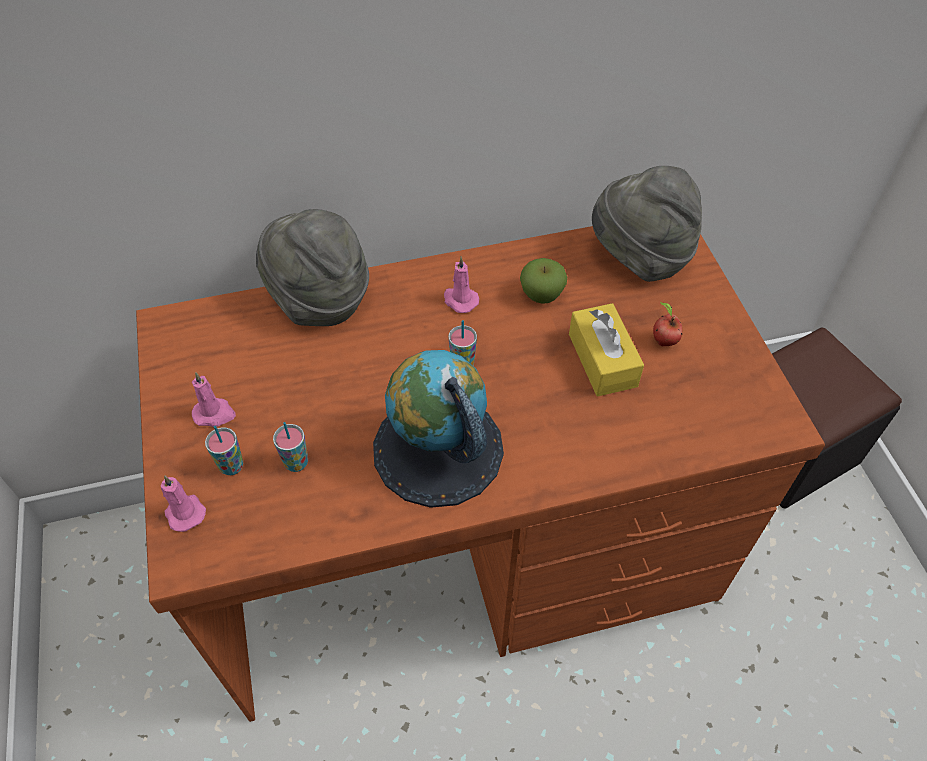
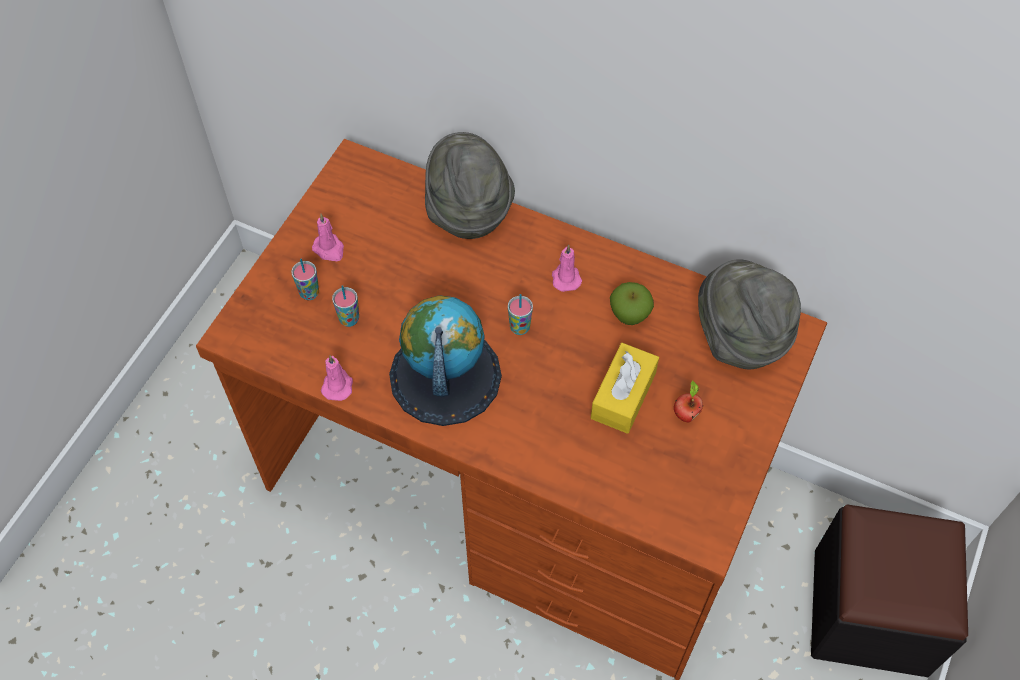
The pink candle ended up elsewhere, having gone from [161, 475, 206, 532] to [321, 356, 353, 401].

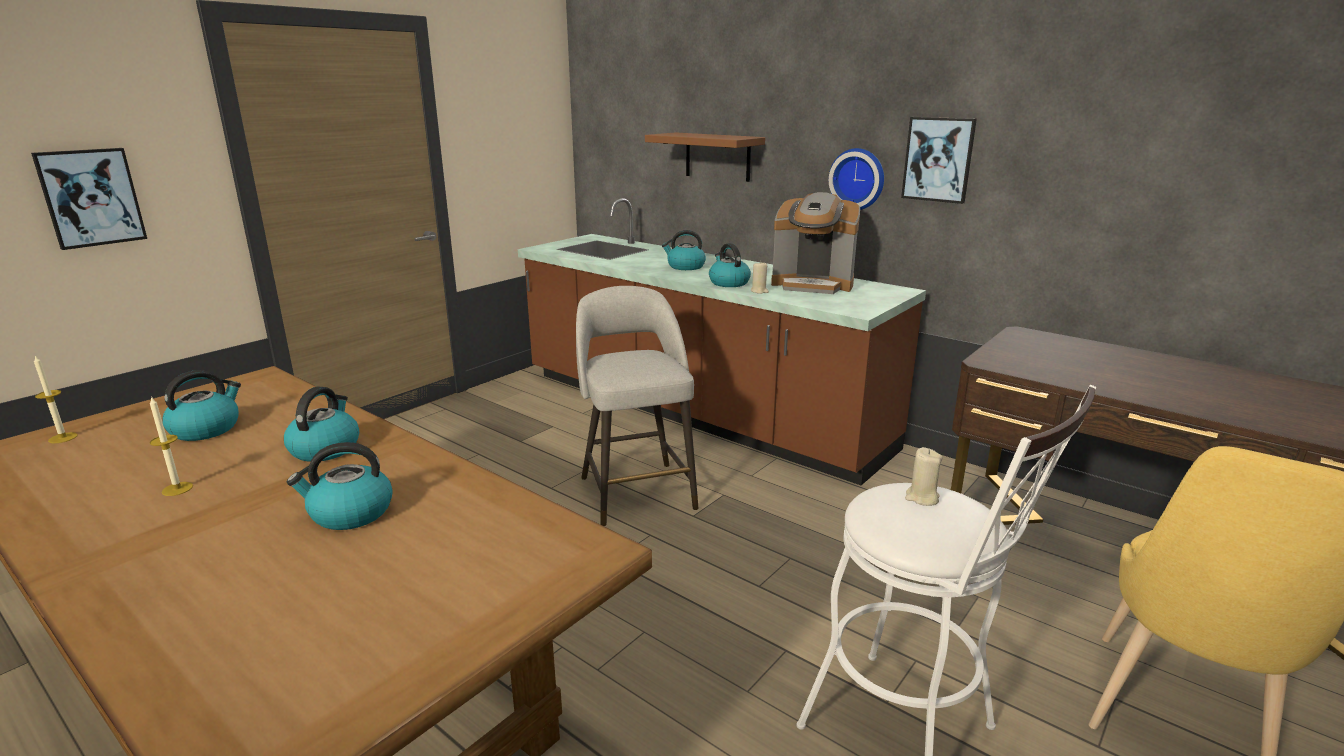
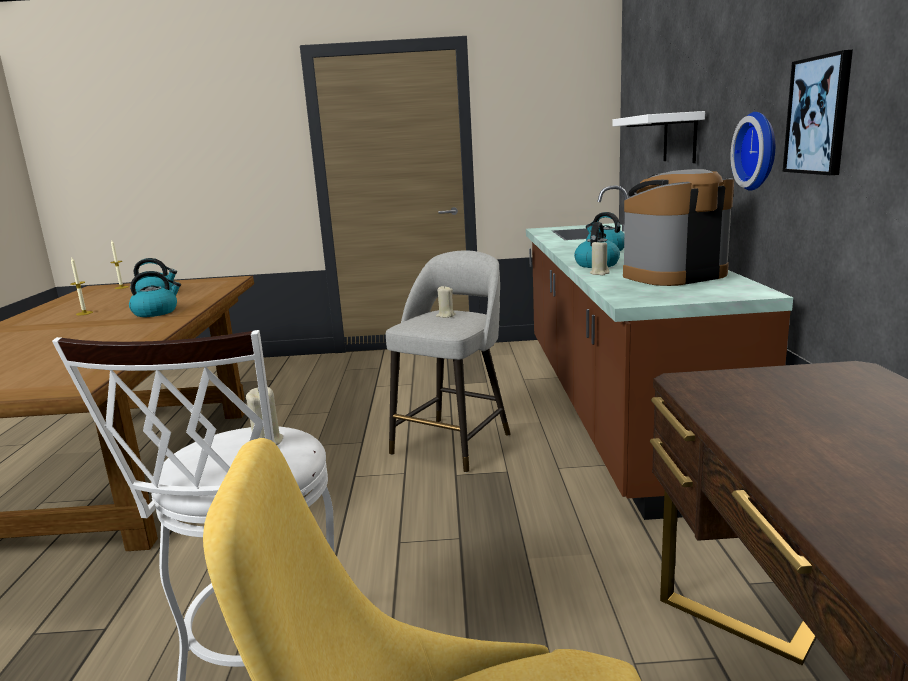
The second view gained the beige candle at [436, 286, 456, 318]. What was the brown shelf at [645, 132, 765, 182] turned into the white shelf at [612, 111, 705, 163]. The coffee machine at [771, 192, 860, 294] ended up facing another way, 90 degrees clockwise from before. The second view lost the picture at [31, 148, 147, 250]. The second view lost the kettle at [287, 442, 393, 530].

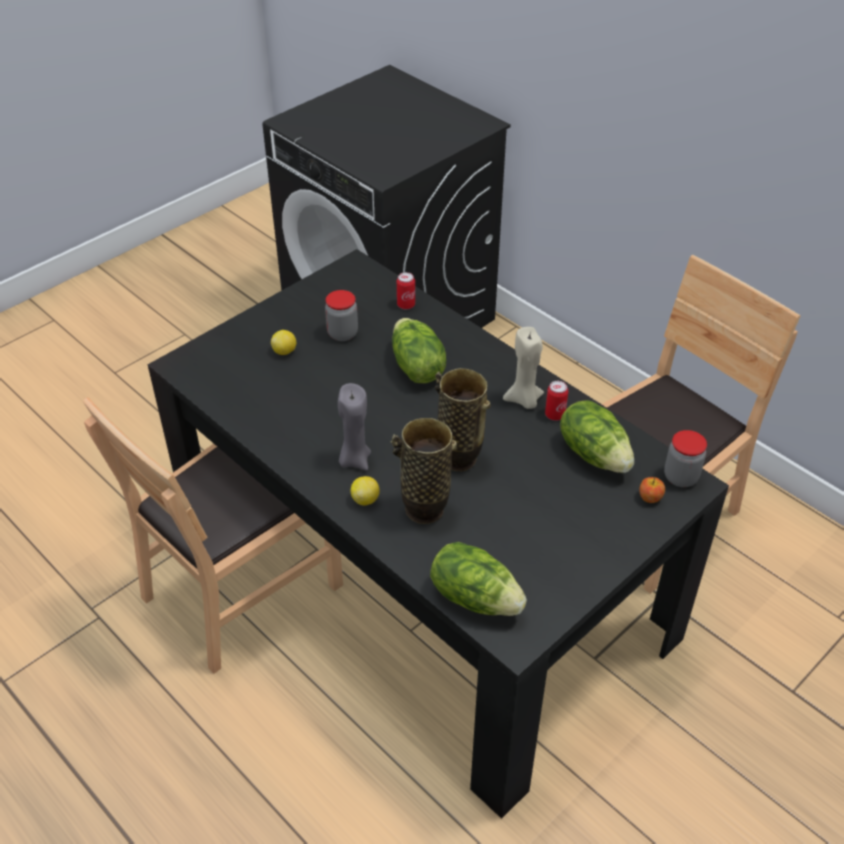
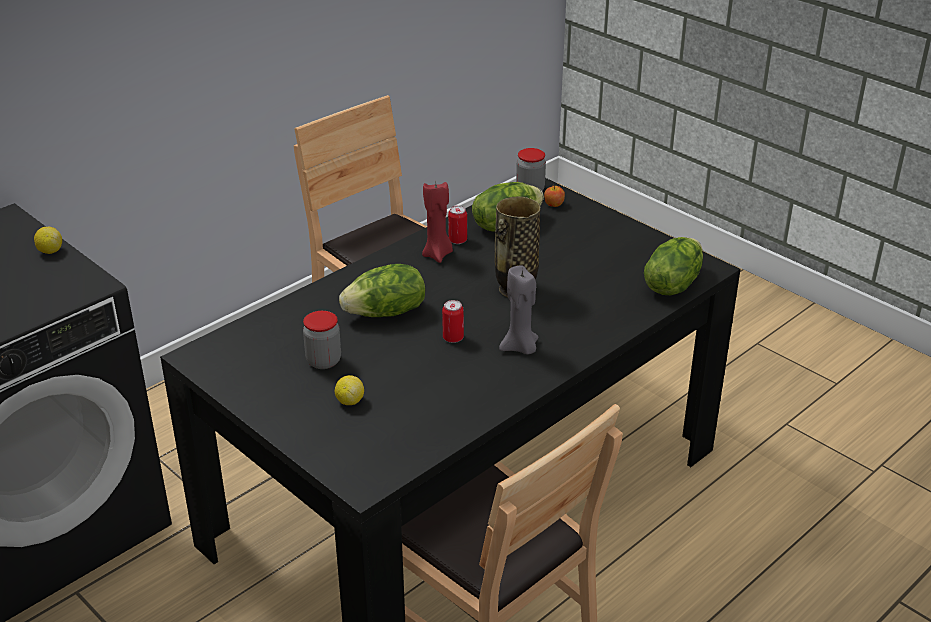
The lemon ended up elsewhere, having gone from [351, 476, 380, 505] to [34, 227, 62, 254]. What was the beige candle at [503, 327, 544, 409] turned into the red candle at [422, 182, 453, 263]. The can ended up elsewhere, having gone from [397, 272, 415, 309] to [442, 300, 464, 343]. The second view lost the vase at [391, 418, 457, 524].

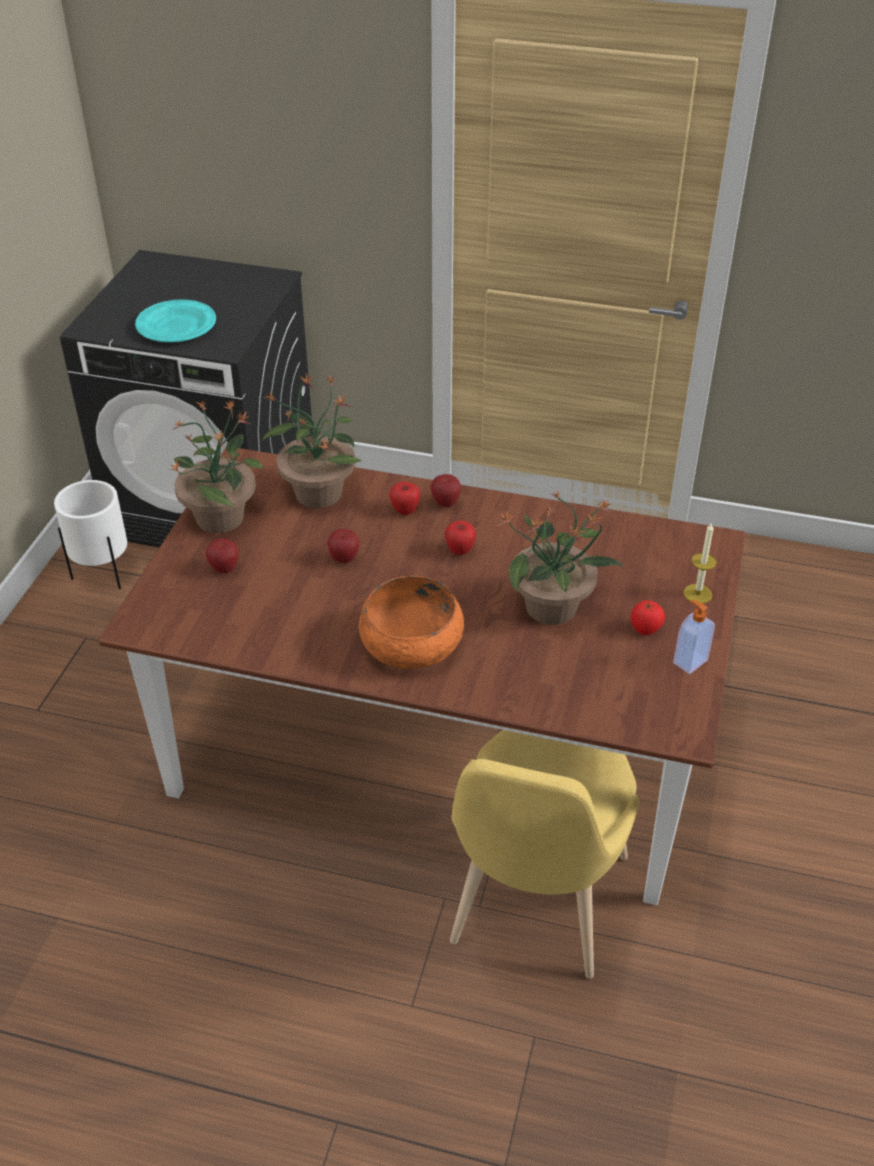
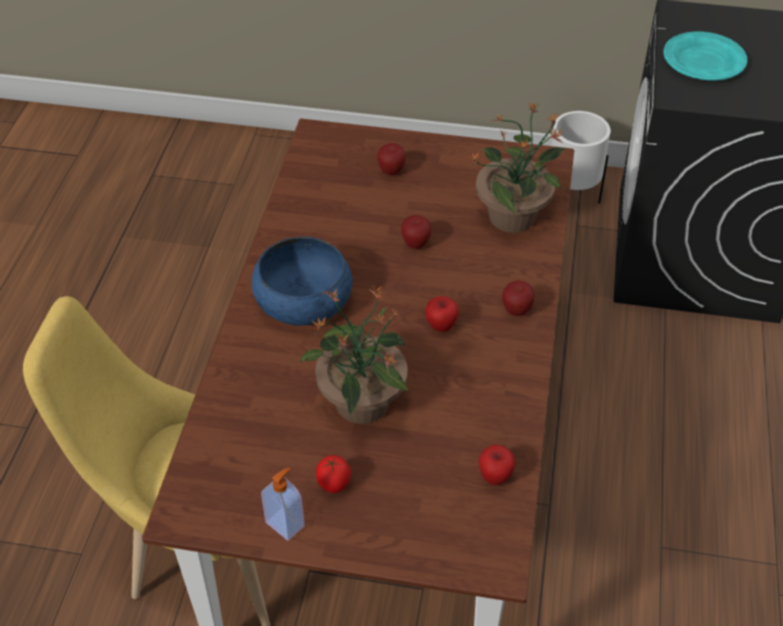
What was the orange bowl at [359, 576, 464, 669] turned into the blue bowl at [252, 237, 352, 326]. The apple ended up elsewhere, having gone from [389, 482, 420, 515] to [479, 445, 516, 485]. The second view lost the potted plant at [170, 400, 265, 533]. The second view lost the candle at [684, 522, 717, 604].

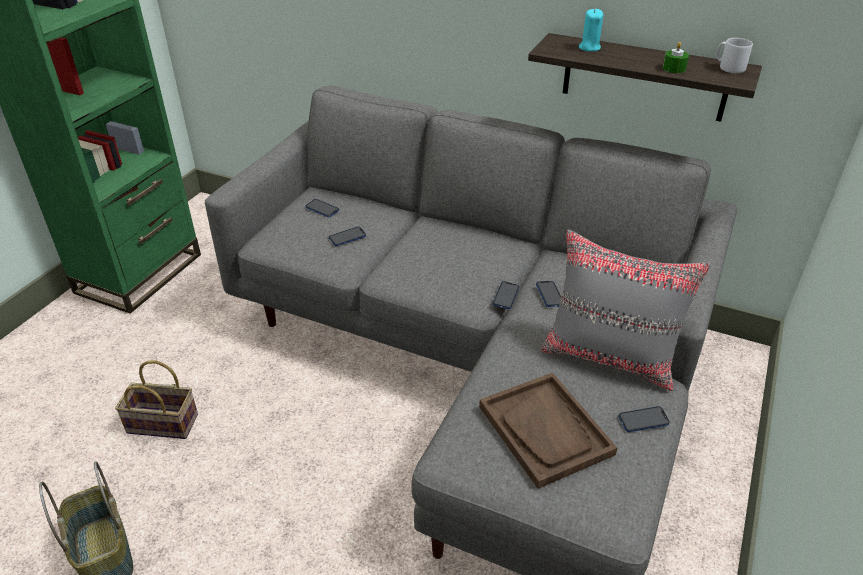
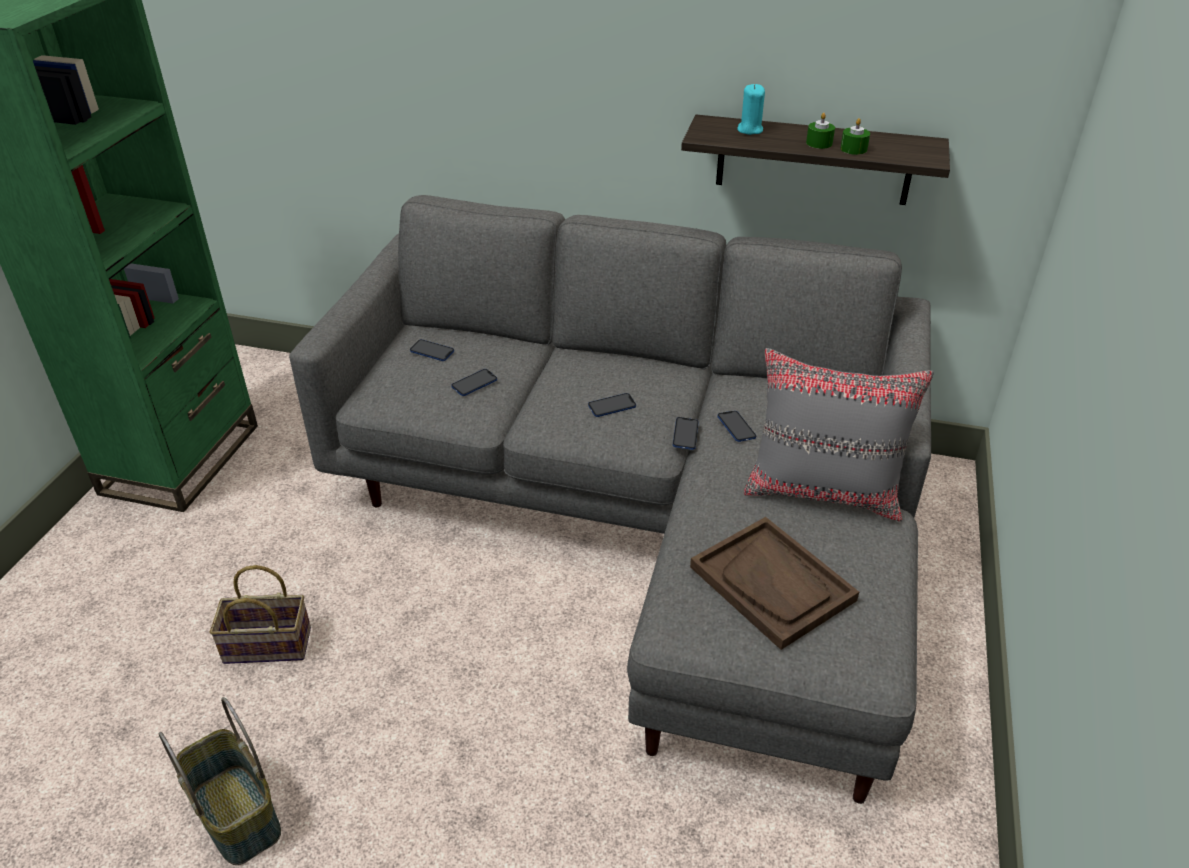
The phone ended up elsewhere, having gone from [618, 406, 670, 432] to [588, 393, 636, 417]. The second view gained the green candle at [806, 113, 835, 149]. The second view lost the grey mug at [717, 38, 753, 73].

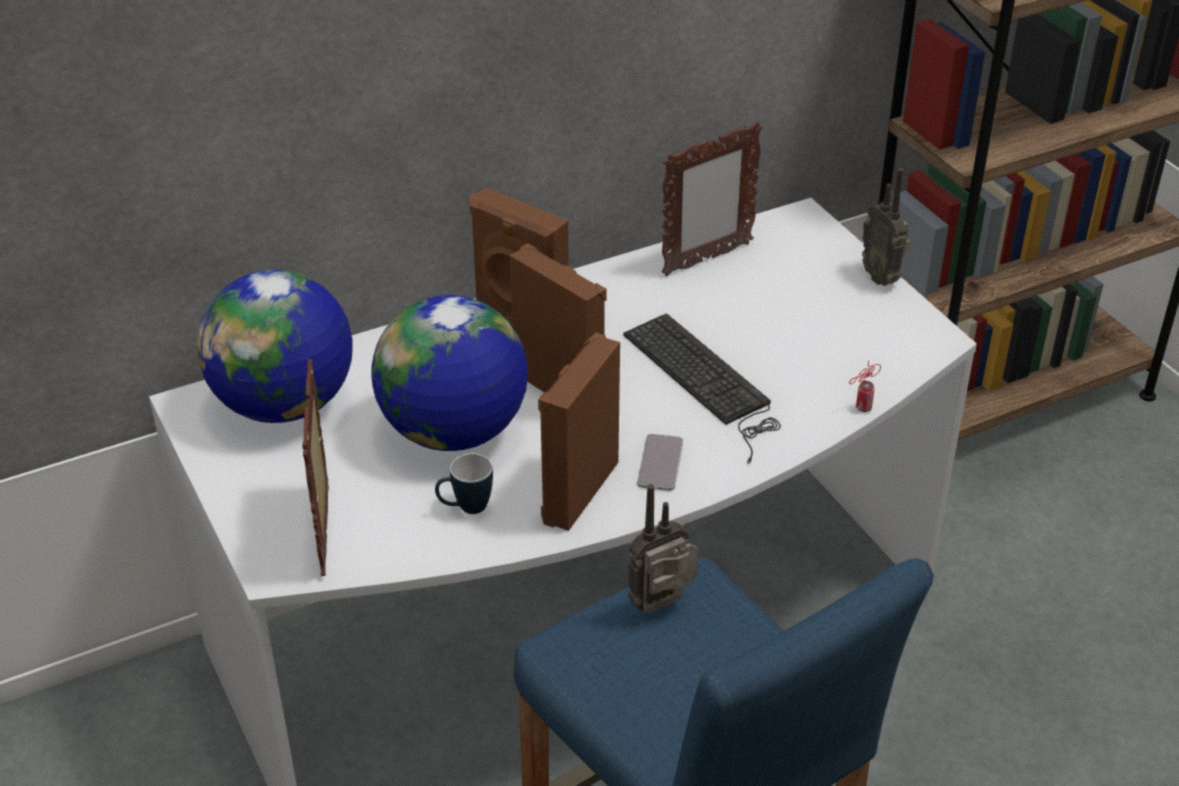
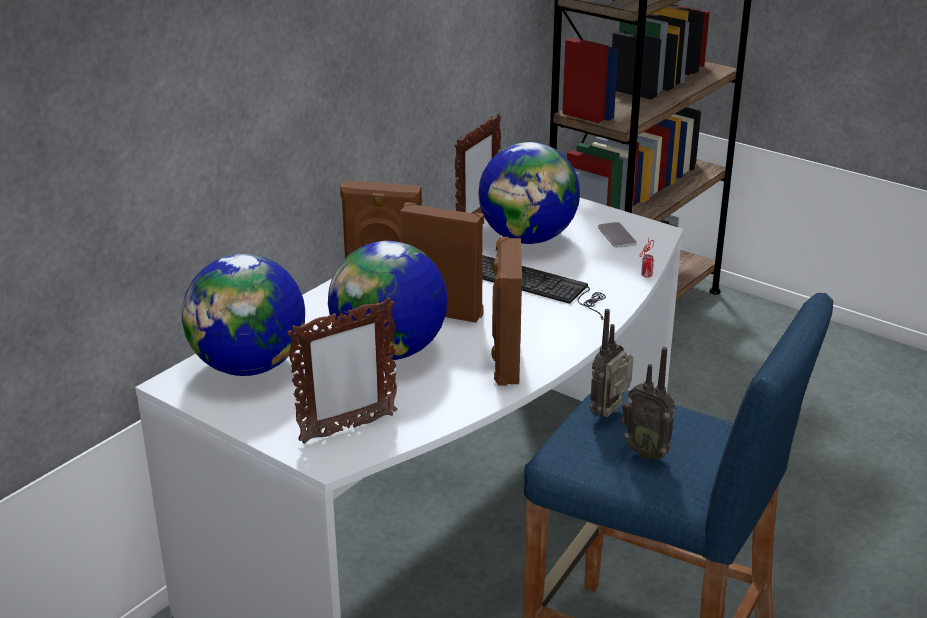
The picture frame at [302, 359, 329, 576] ended up facing another way, 90 degrees counterclockwise from before. The second view gained the globe at [478, 142, 580, 244]. The phone ended up elsewhere, having gone from [637, 434, 683, 491] to [598, 222, 637, 248]. The radio ended up elsewhere, having gone from [862, 168, 911, 286] to [622, 347, 675, 460]. The second view lost the mug at [435, 453, 493, 514].

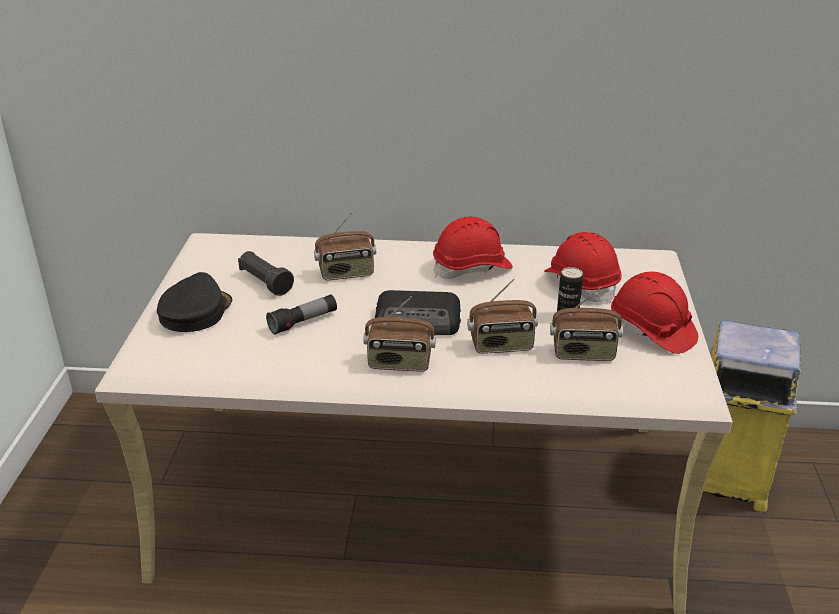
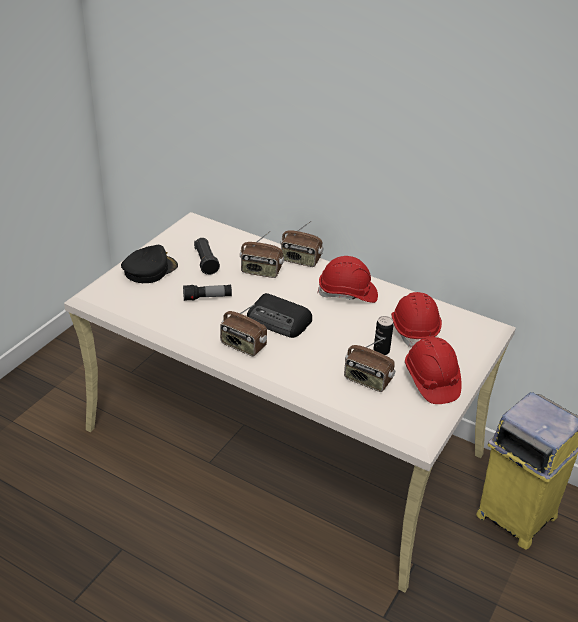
The radio ended up elsewhere, having gone from [467, 279, 538, 354] to [280, 221, 323, 267].

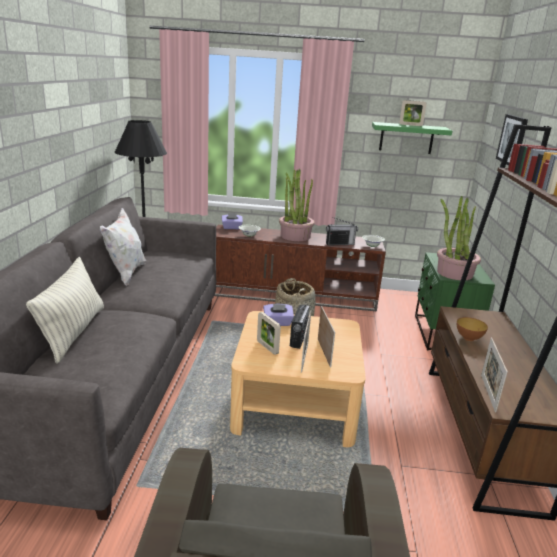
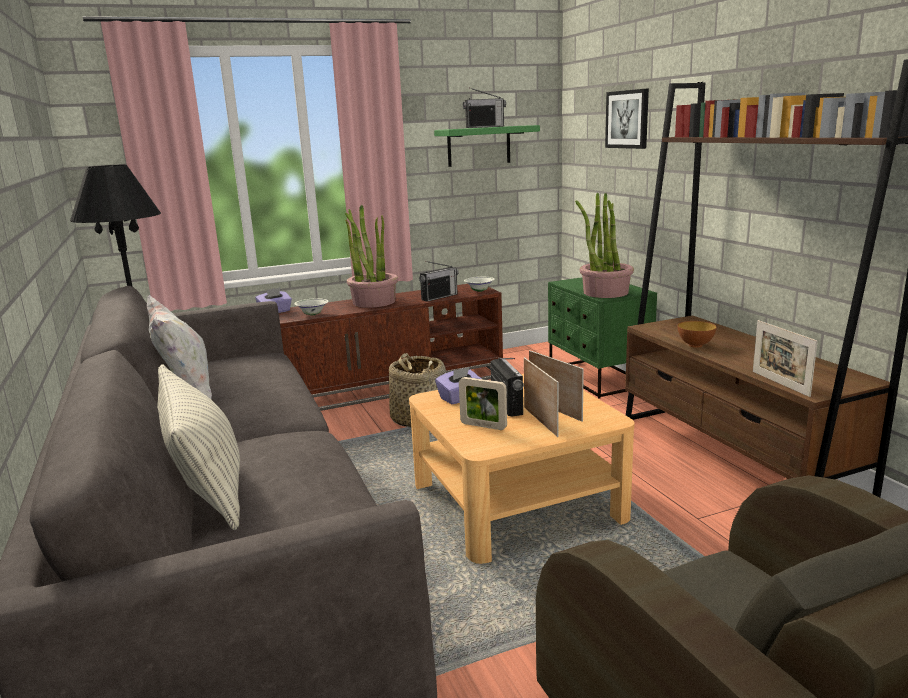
Where the picture frame stood at [399, 100, 427, 126], the radio came to stand at [463, 88, 506, 128].

